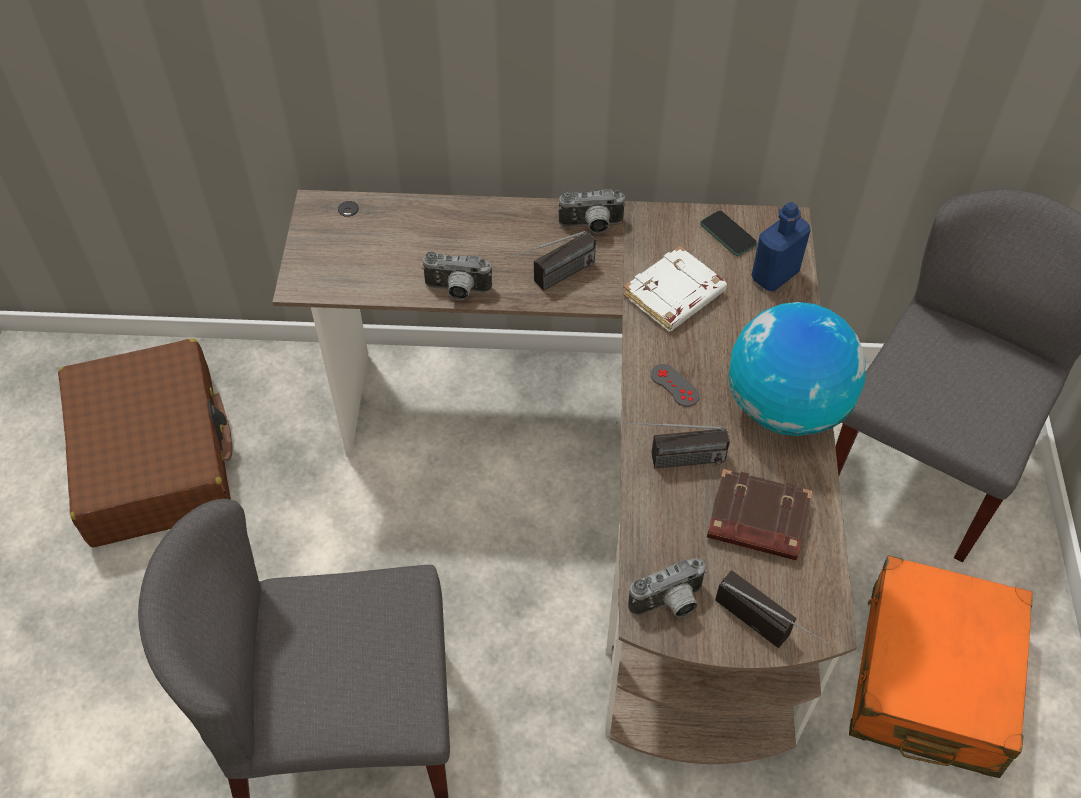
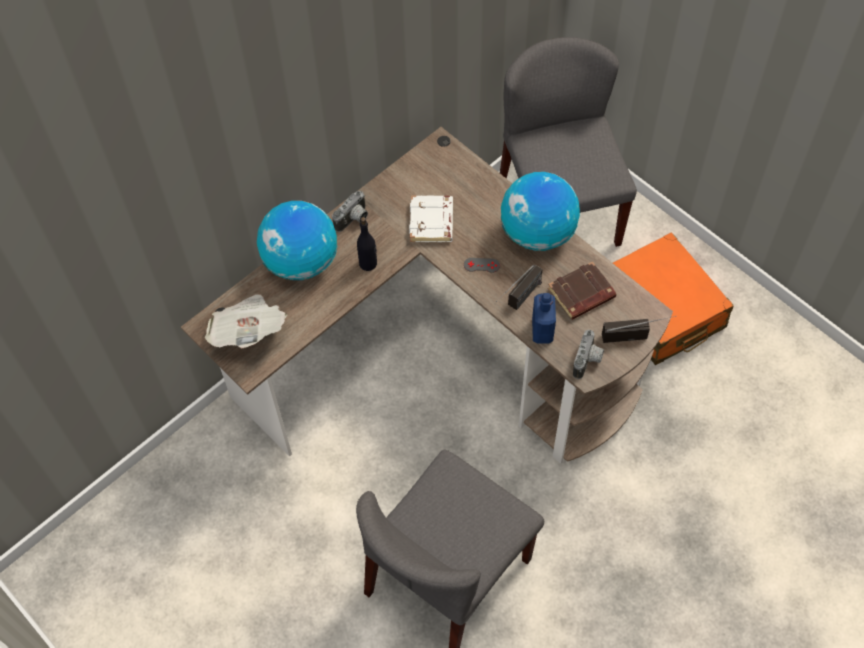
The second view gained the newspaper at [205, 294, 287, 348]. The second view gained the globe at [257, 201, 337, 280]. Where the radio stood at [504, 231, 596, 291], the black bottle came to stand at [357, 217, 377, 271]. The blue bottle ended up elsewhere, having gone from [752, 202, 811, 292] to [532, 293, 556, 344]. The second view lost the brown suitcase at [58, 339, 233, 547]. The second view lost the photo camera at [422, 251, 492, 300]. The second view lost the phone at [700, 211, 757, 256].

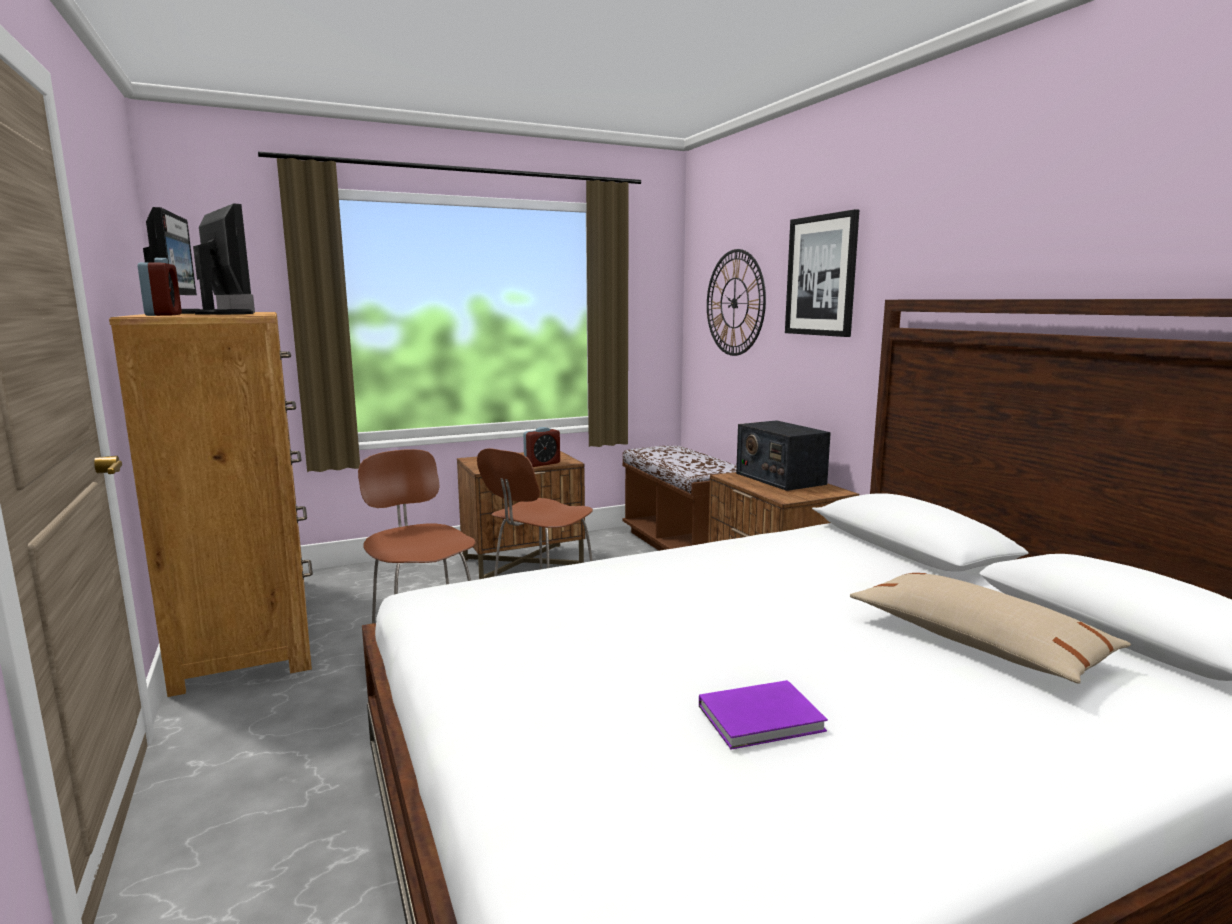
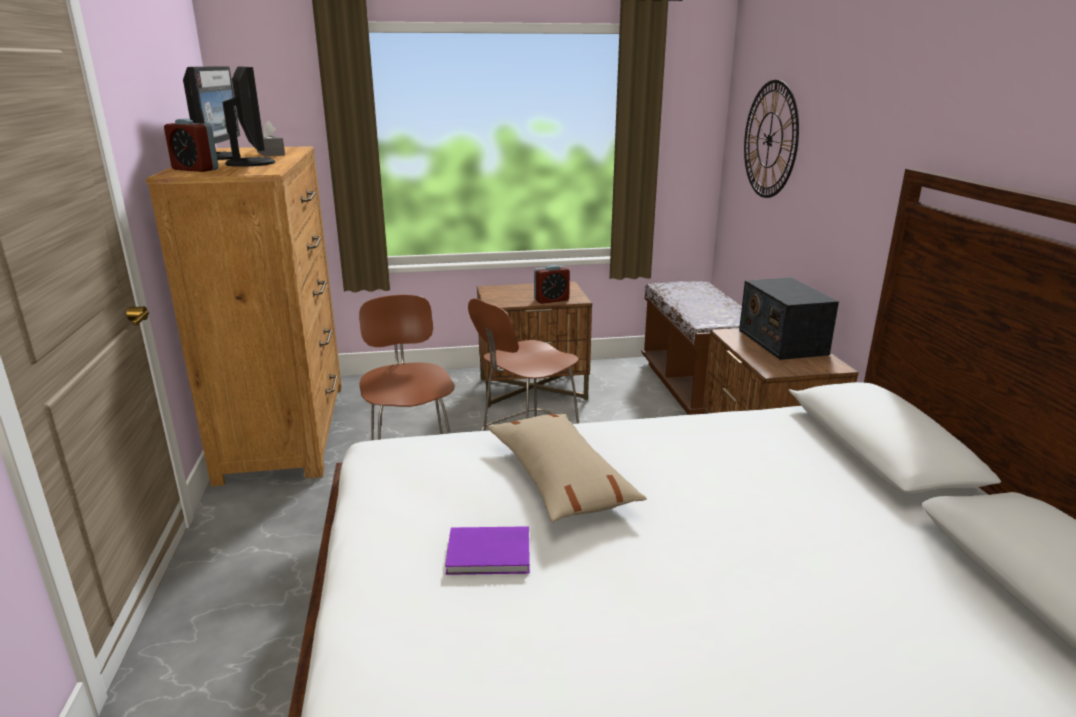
The alarm clock at [138, 258, 182, 316] ended up facing another way, 120 degrees clockwise from before. The purple book ended up elsewhere, having gone from [699, 680, 828, 750] to [445, 526, 530, 575]. The beige pillow ended up elsewhere, having gone from [850, 573, 1131, 684] to [487, 414, 647, 523]. The second view lost the picture at [785, 209, 859, 337].

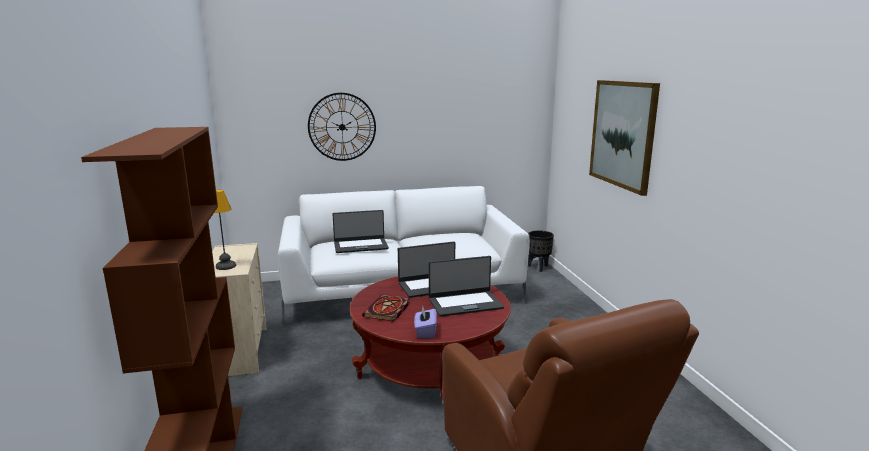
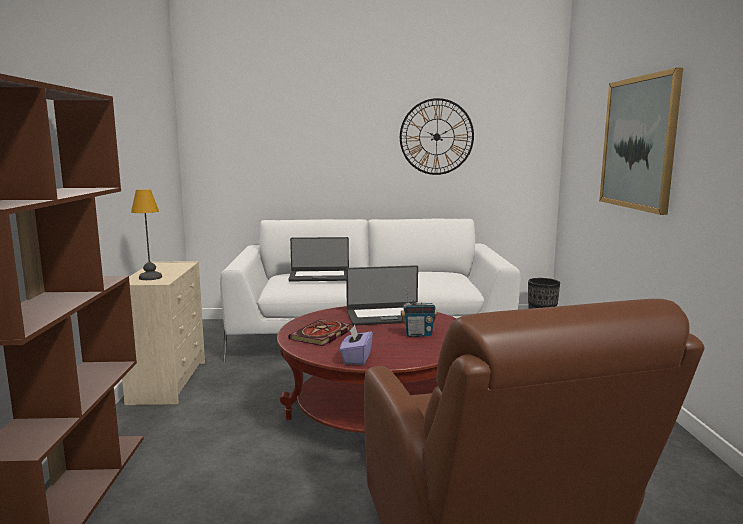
The wall clock ended up elsewhere, having gone from [308, 93, 376, 161] to [400, 98, 474, 175]. Where the laptop stood at [429, 256, 504, 317], the radio came to stand at [401, 287, 437, 337].

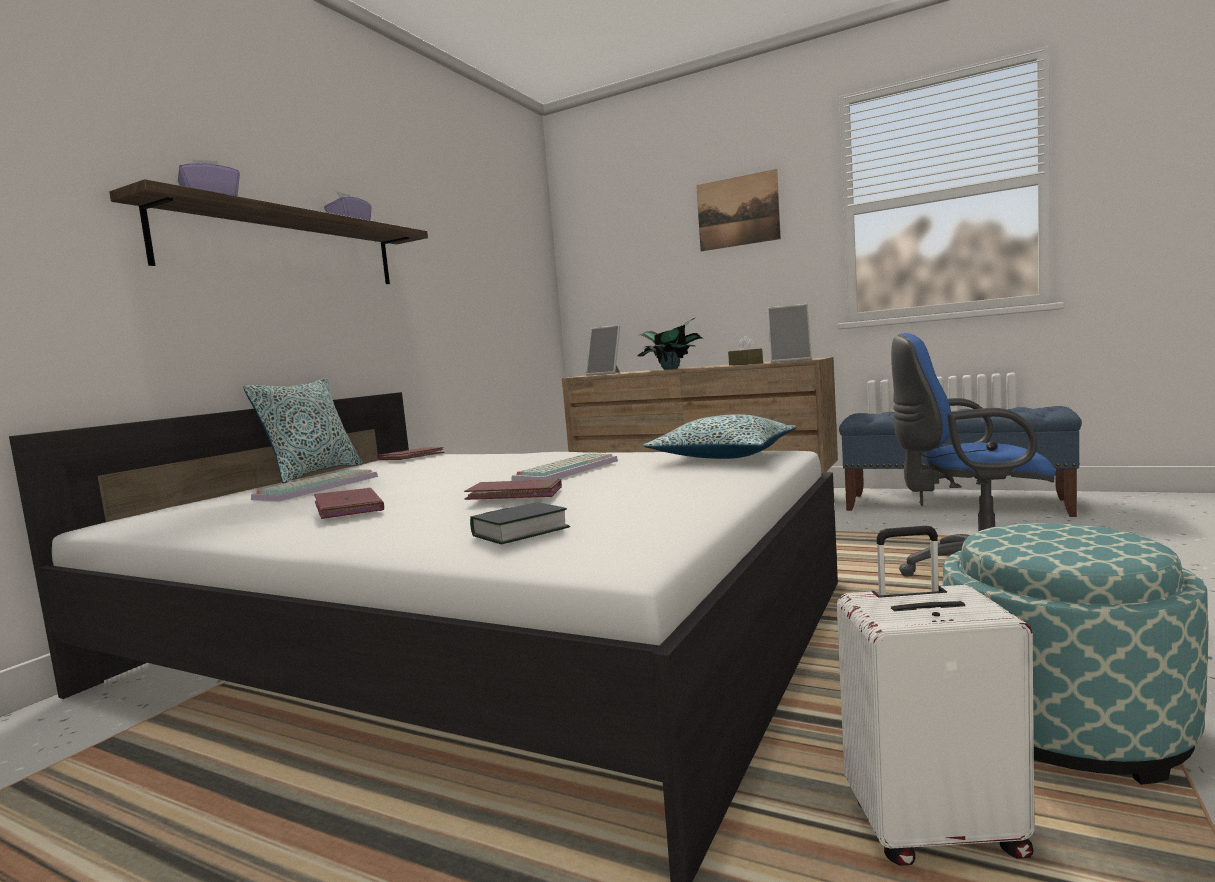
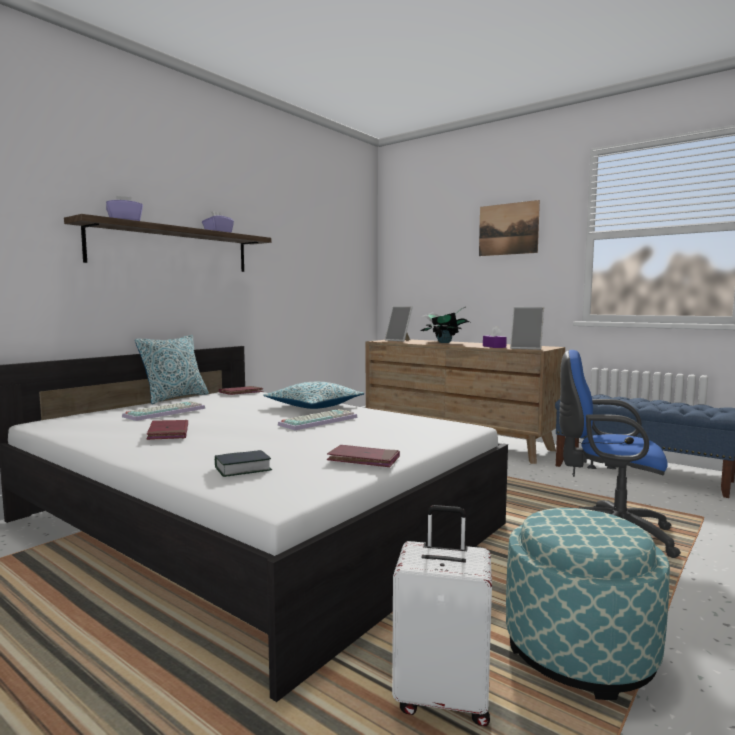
The pillow ended up elsewhere, having gone from [644, 414, 796, 459] to [263, 382, 364, 409]. The red book ended up elsewhere, having gone from [464, 478, 562, 500] to [327, 445, 400, 467]. What was the brown tissue box at [728, 336, 763, 365] turned into the purple tissue box at [483, 326, 507, 348].

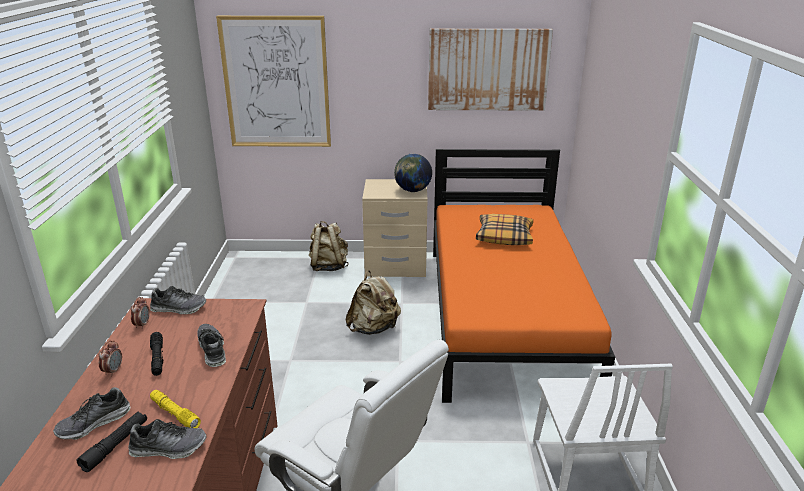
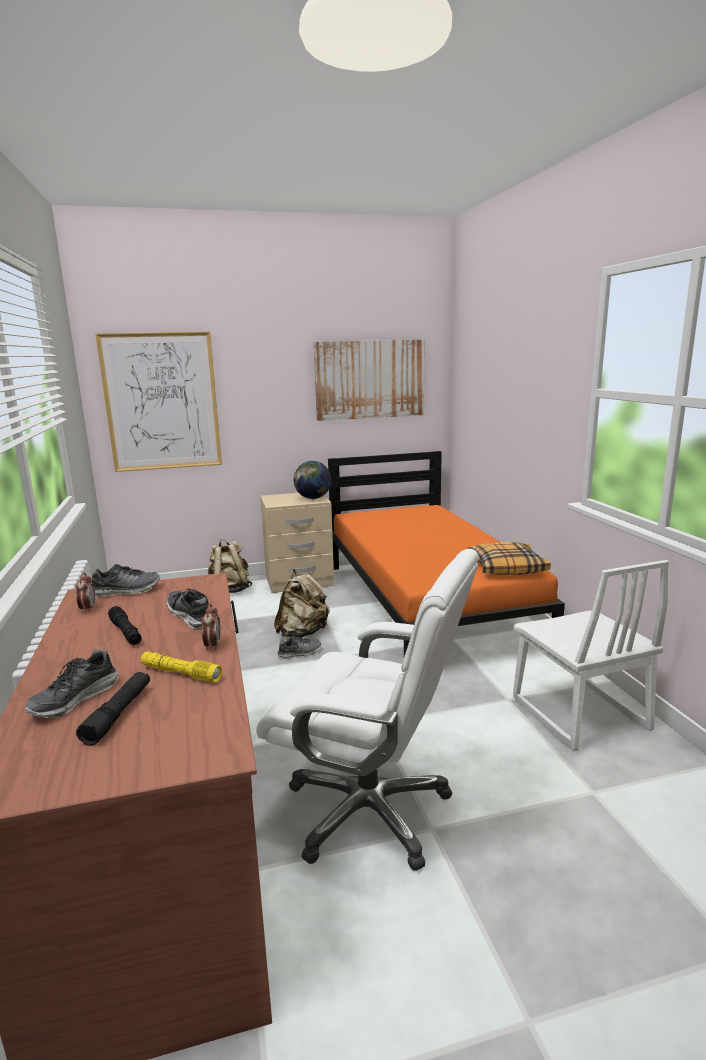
The alarm clock ended up elsewhere, having gone from [99, 340, 122, 377] to [202, 604, 221, 650]. The shoe ended up elsewhere, having gone from [128, 419, 206, 459] to [277, 636, 321, 660]. The pillow ended up elsewhere, having gone from [476, 214, 533, 245] to [467, 542, 551, 575].

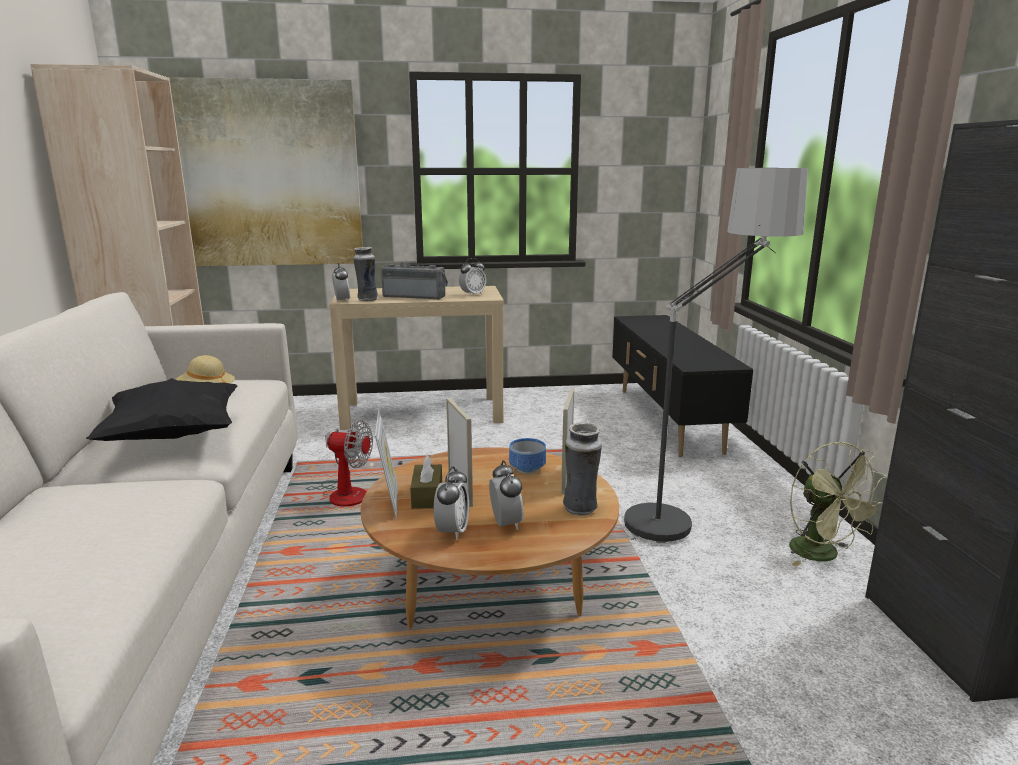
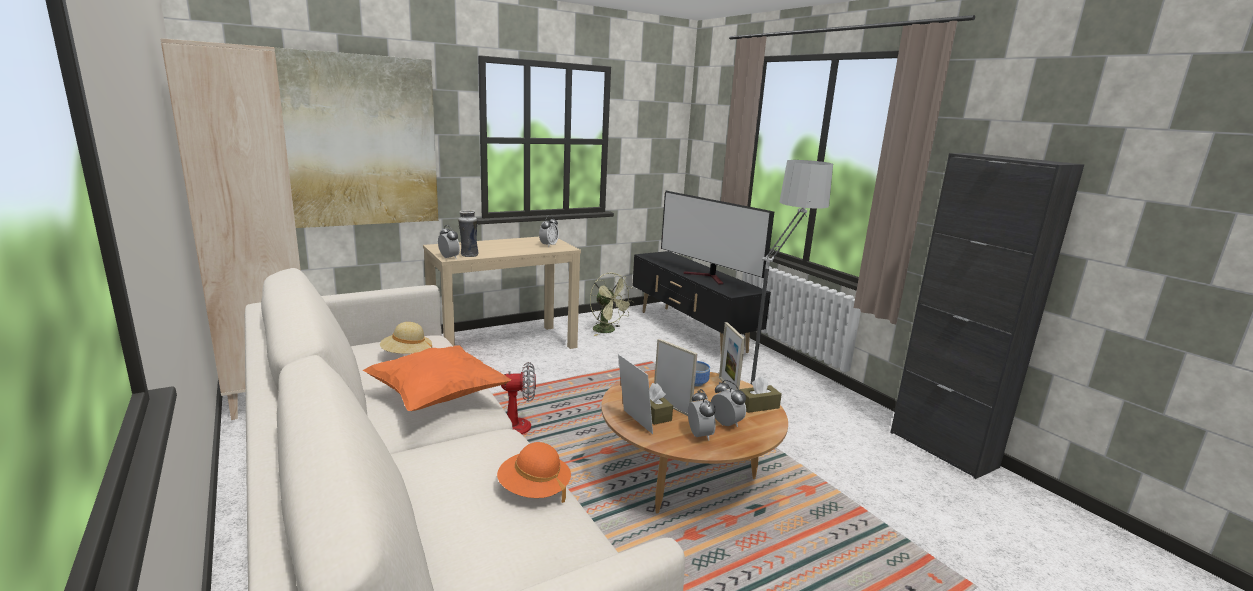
What was the black pillow at [86, 378, 237, 441] turned into the orange pillow at [363, 345, 511, 411]. The second view gained the orange hat at [497, 442, 571, 503]. The green fan ended up elsewhere, having gone from [789, 442, 888, 567] to [590, 273, 634, 336]. The second view gained the television at [661, 191, 774, 285]. Where the vase stood at [563, 422, 602, 516], the brown tissue box came to stand at [739, 376, 782, 413]. The second view lost the radio at [381, 262, 448, 300].

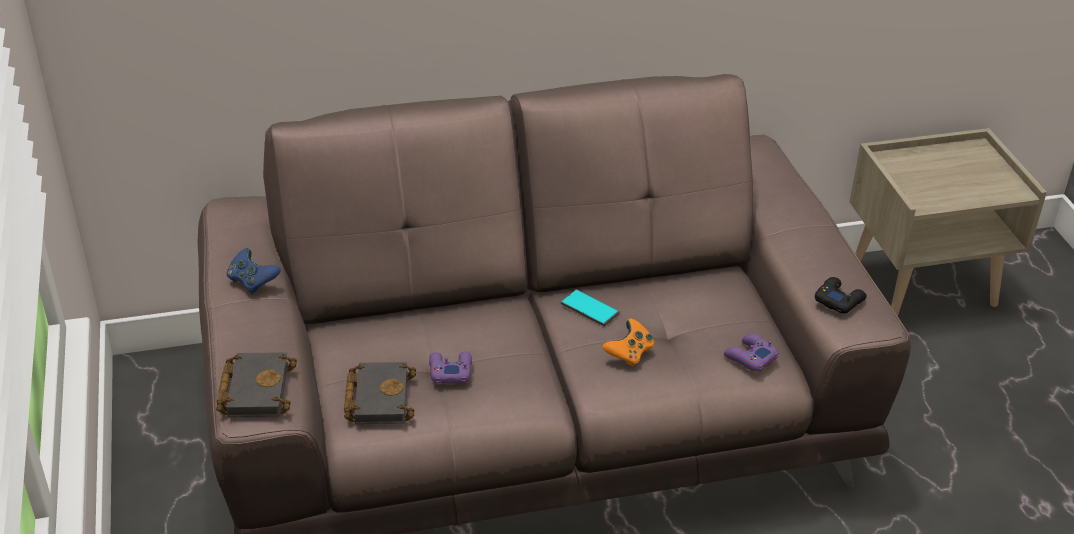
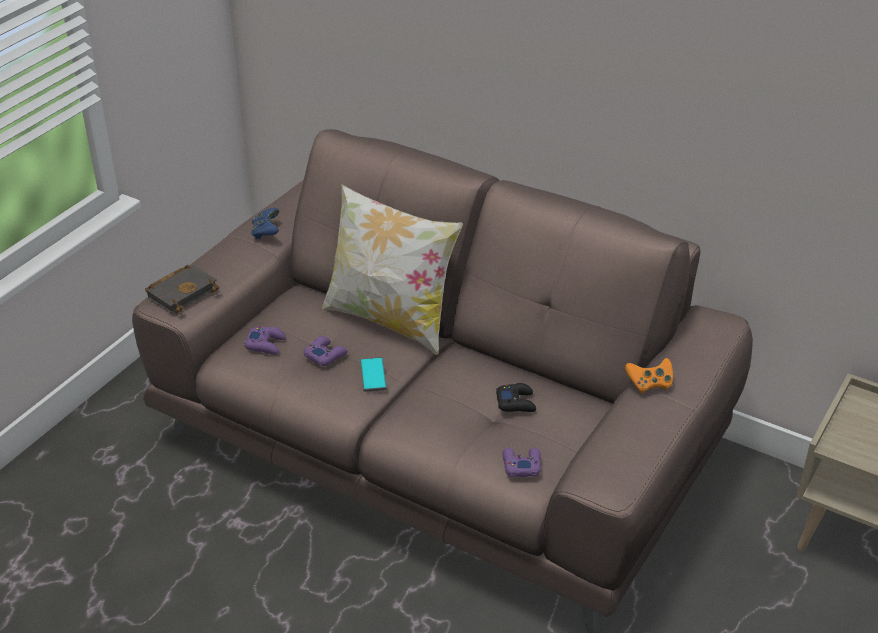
Where the black book stood at [344, 362, 416, 424], the purple game controller came to stand at [244, 327, 286, 355]. The second view gained the pillow at [322, 184, 463, 355]. The phone ended up elsewhere, having gone from [561, 289, 620, 326] to [360, 357, 387, 392]. The black game controller ended up elsewhere, having gone from [815, 277, 867, 313] to [496, 383, 536, 412]. The orange game controller ended up elsewhere, having gone from [602, 319, 654, 367] to [625, 358, 673, 393].

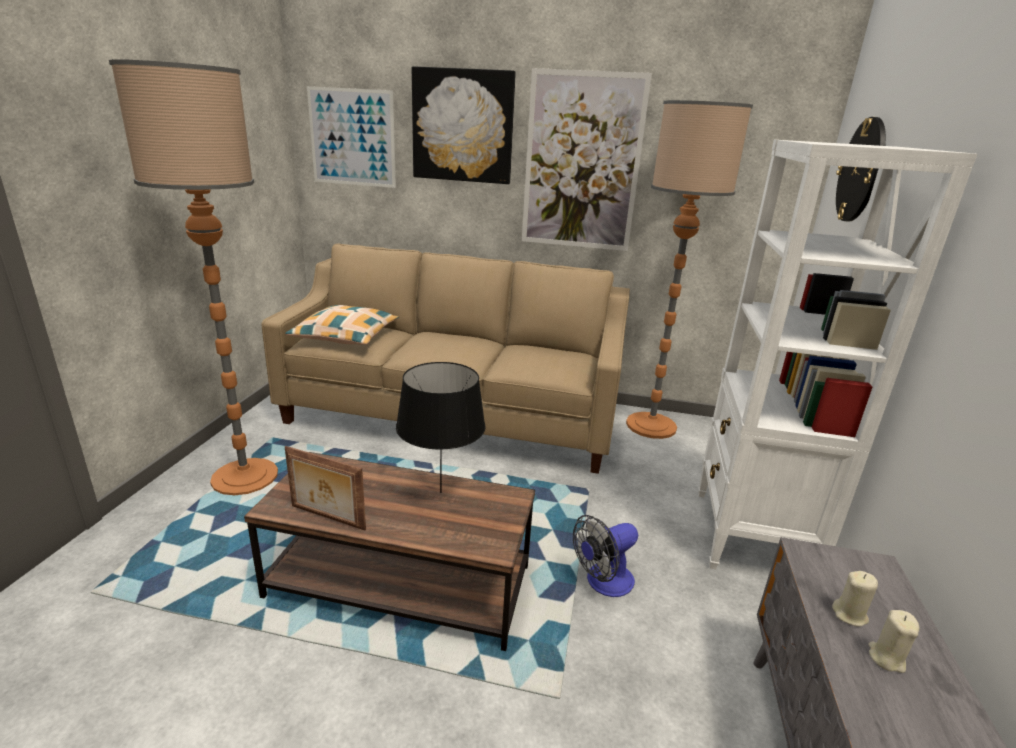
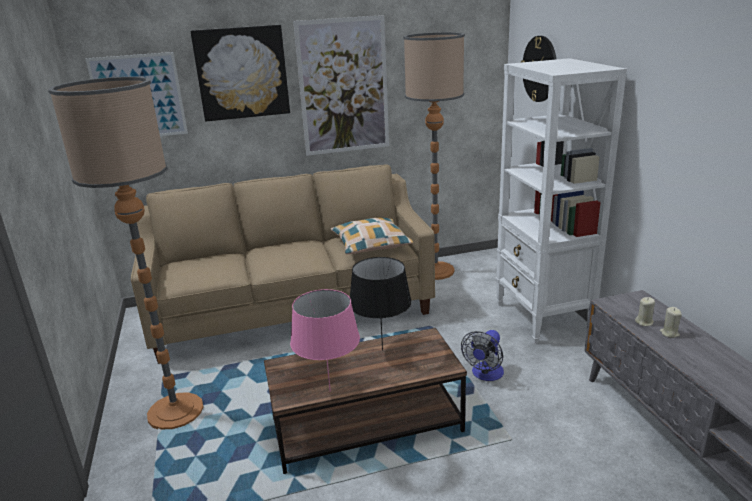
Where the picture frame stood at [285, 446, 366, 530], the pink table lamp came to stand at [290, 289, 360, 392]. The pillow ended up elsewhere, having gone from [285, 305, 399, 345] to [331, 217, 413, 254].

